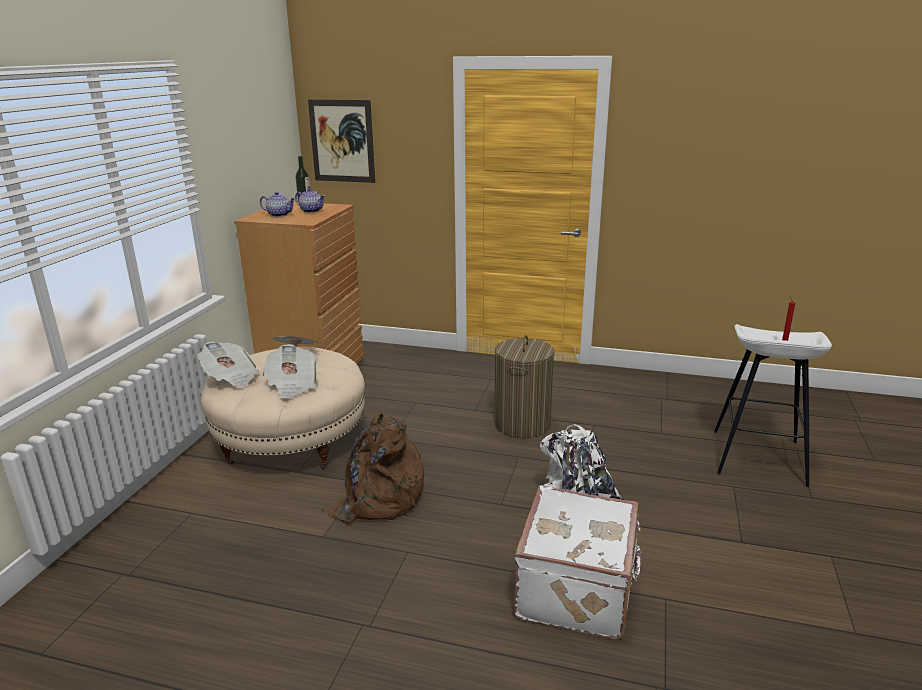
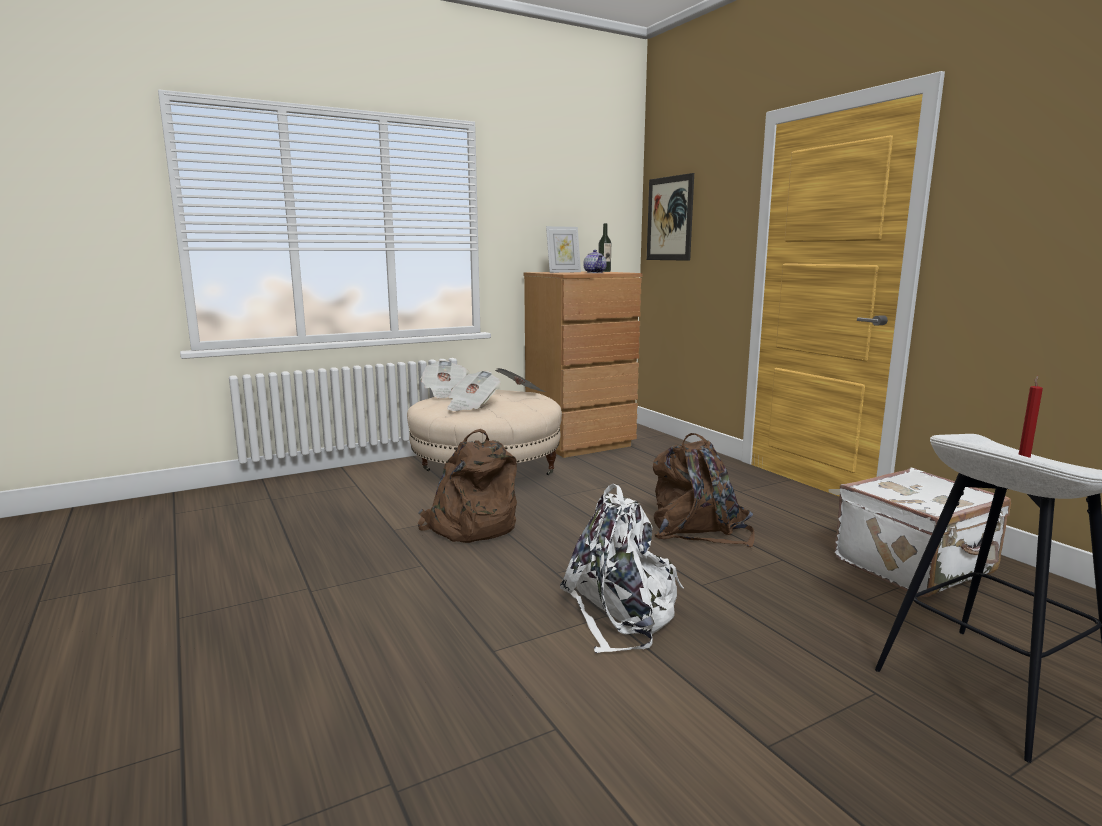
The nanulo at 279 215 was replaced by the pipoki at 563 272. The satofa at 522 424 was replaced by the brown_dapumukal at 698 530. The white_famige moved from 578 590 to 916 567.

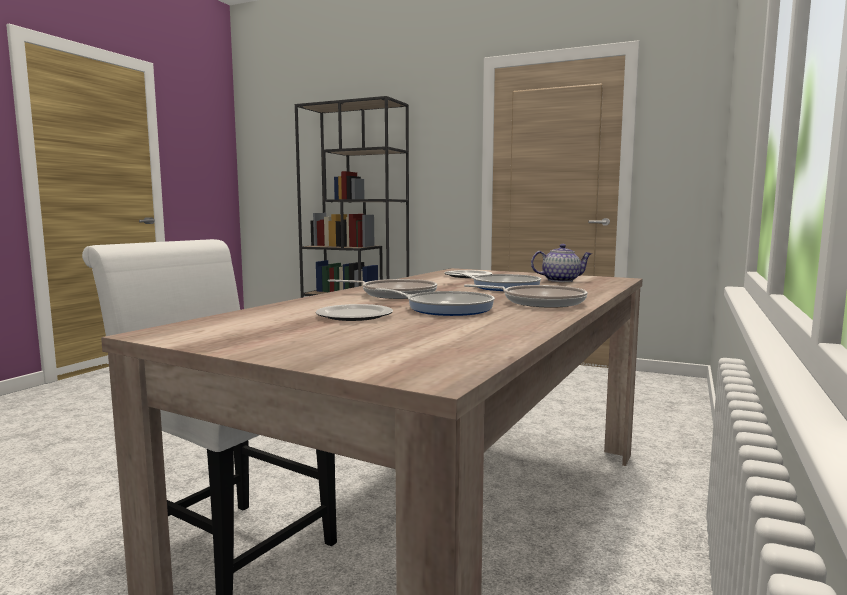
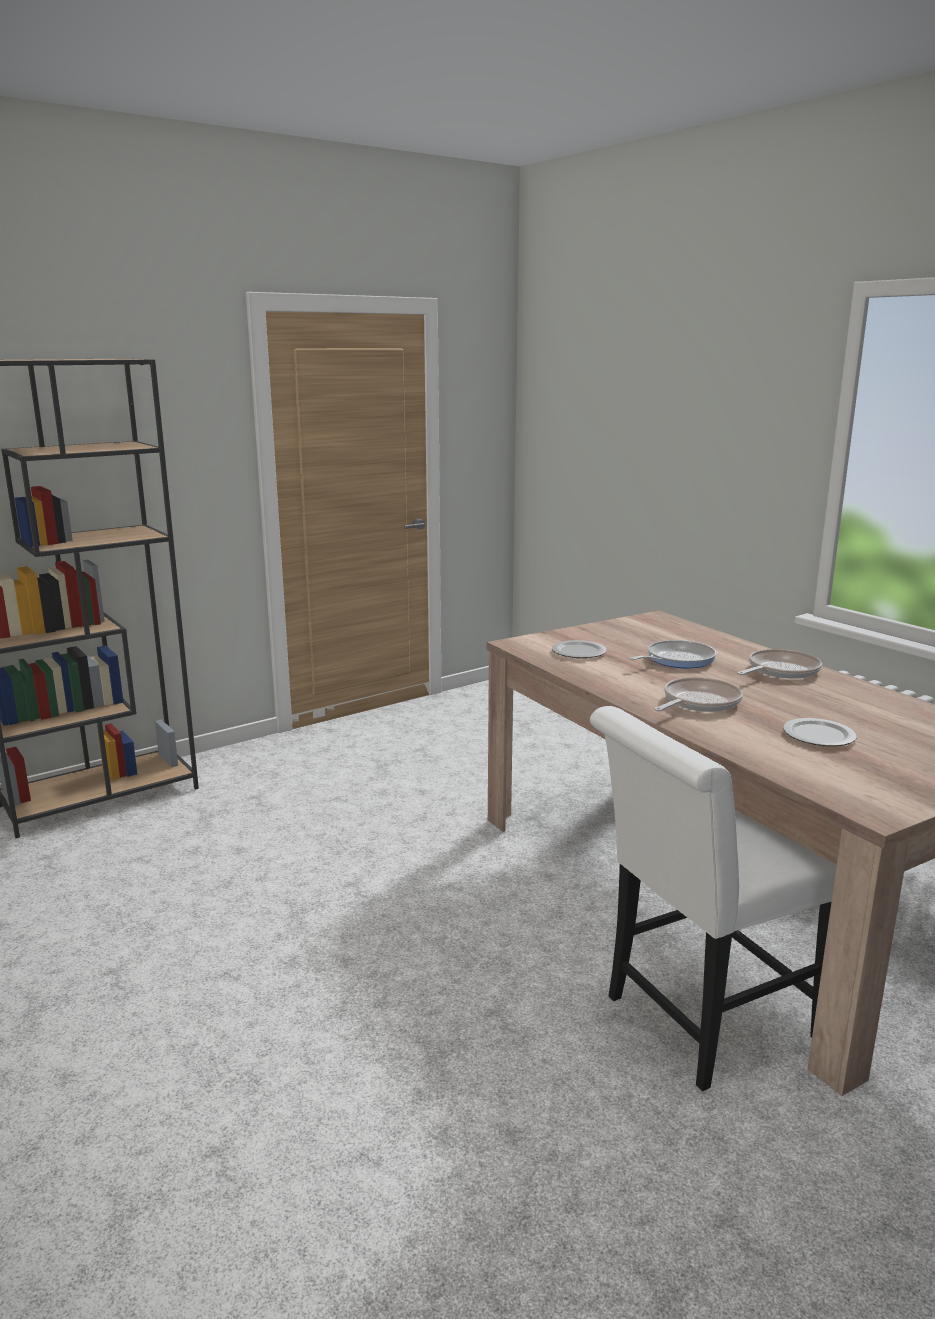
The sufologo at 445 308 disappeared. The nanulo at 561 280 disappeared.

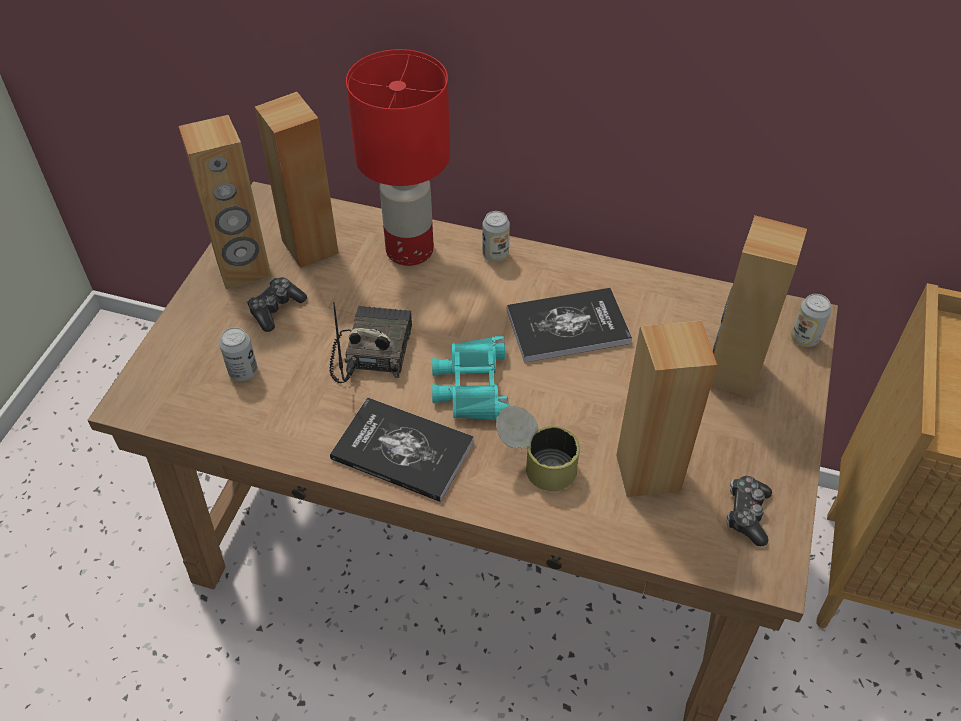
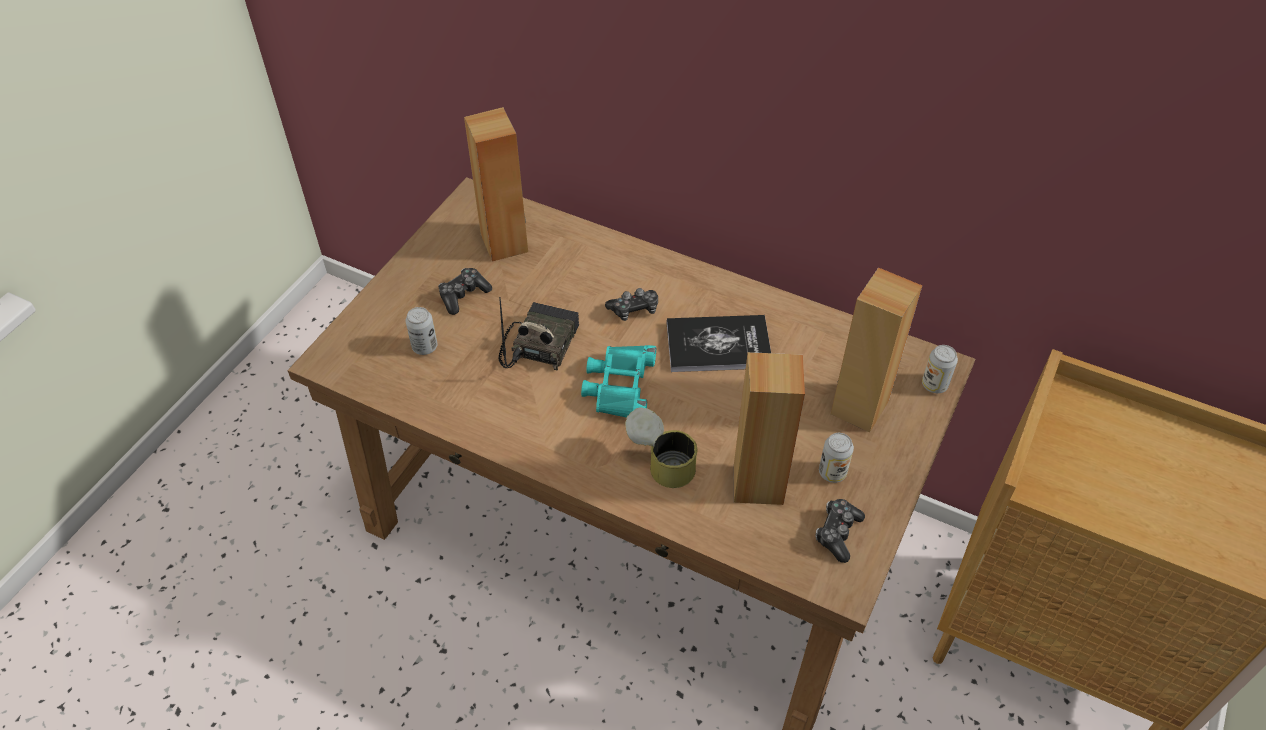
The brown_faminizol at 244 269 disappeared. The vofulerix at 402 450 disappeared. The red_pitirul at 409 249 disappeared. The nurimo moved from 495 255 to 832 472. The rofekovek at 634 309 appeared.

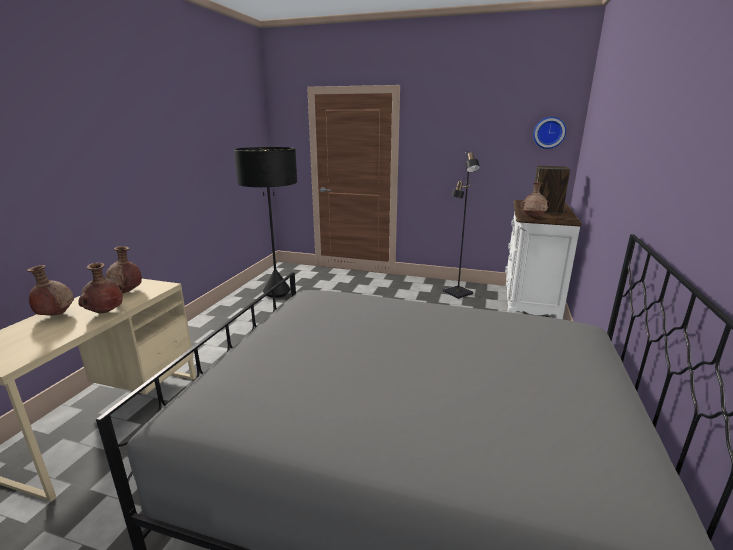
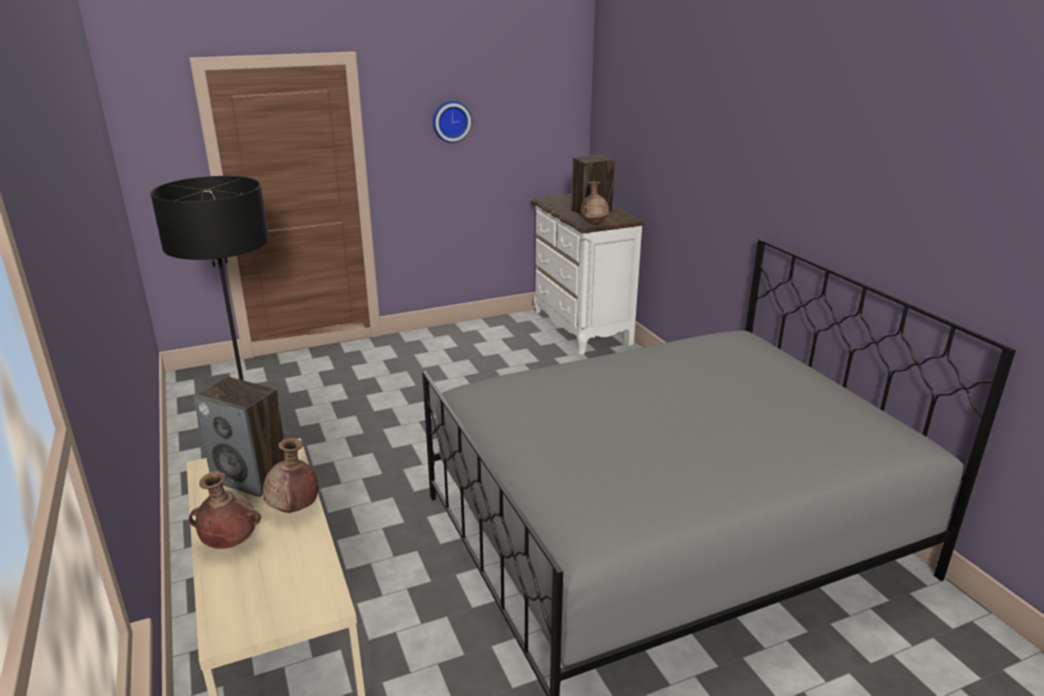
The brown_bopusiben at 127 292 was replaced by the faminizol at 252 477. The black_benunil at 457 292 disappeared. The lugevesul moved from 549 132 to 451 121.

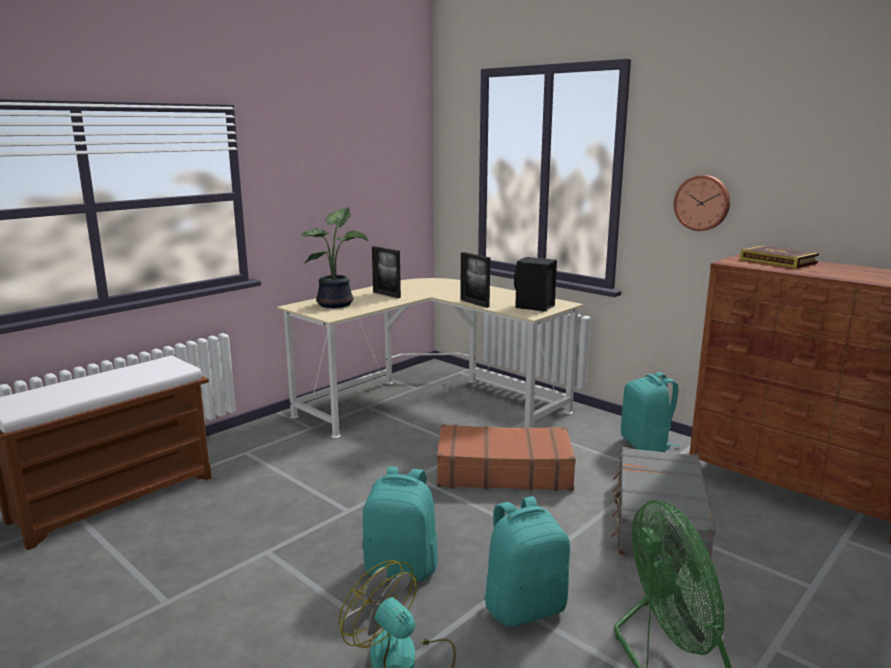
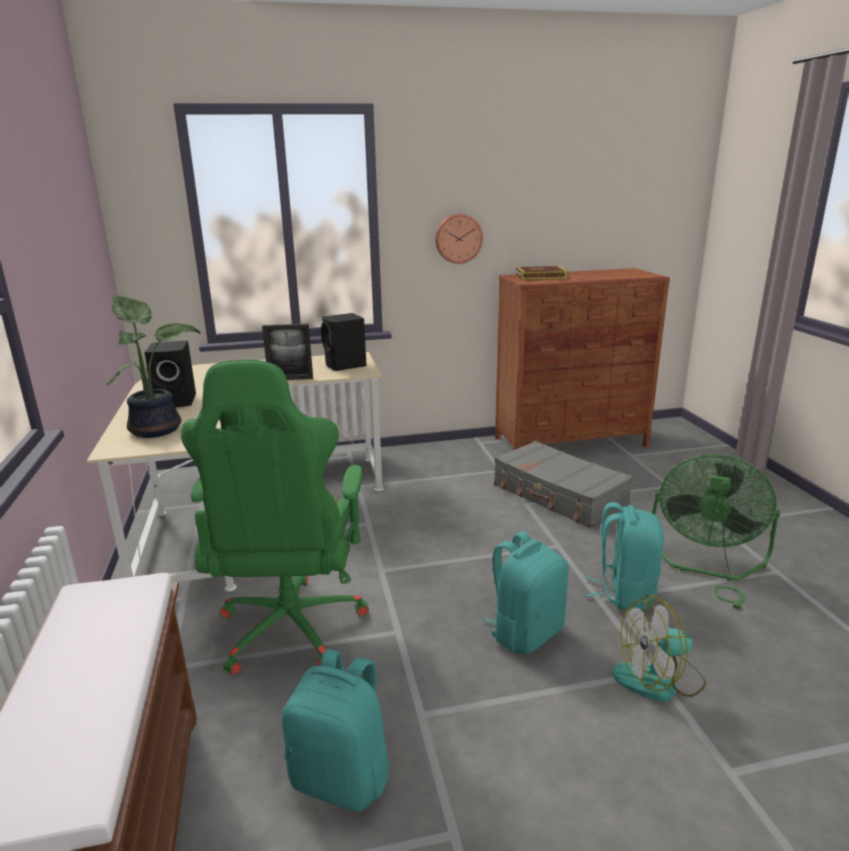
The pipoki at 386 295 was replaced by the black_faminizol at 177 401. The brown_famige at 503 471 disappeared. The turquoise_dapumukal moved from 646 445 to 342 778. The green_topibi at 291 627 appeared.

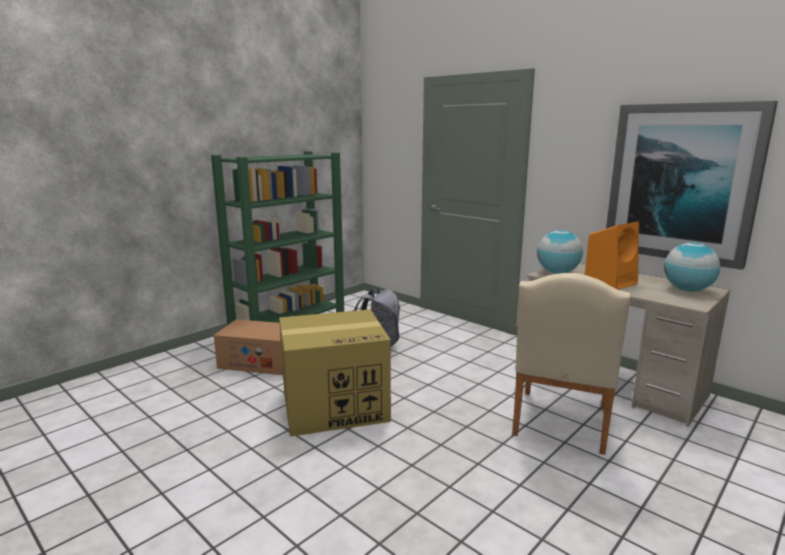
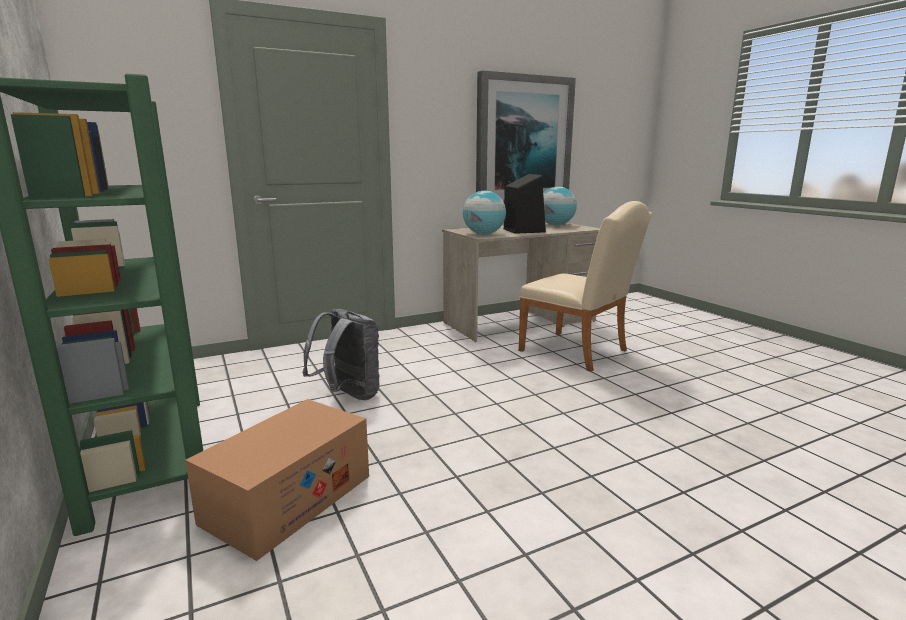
The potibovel at 336 405 disappeared. The orange_faminizol at 611 282 became the black_faminizol at 523 230.

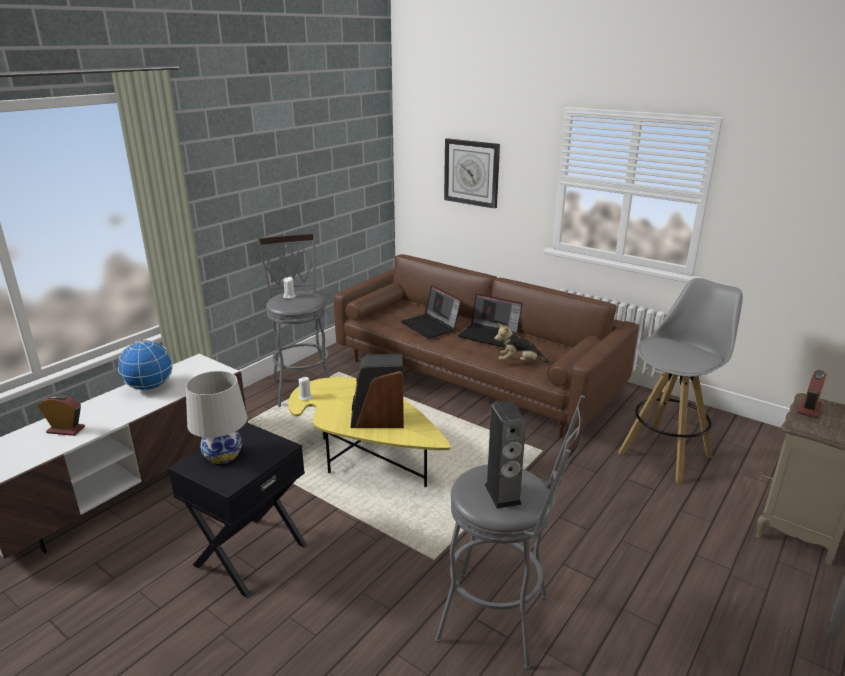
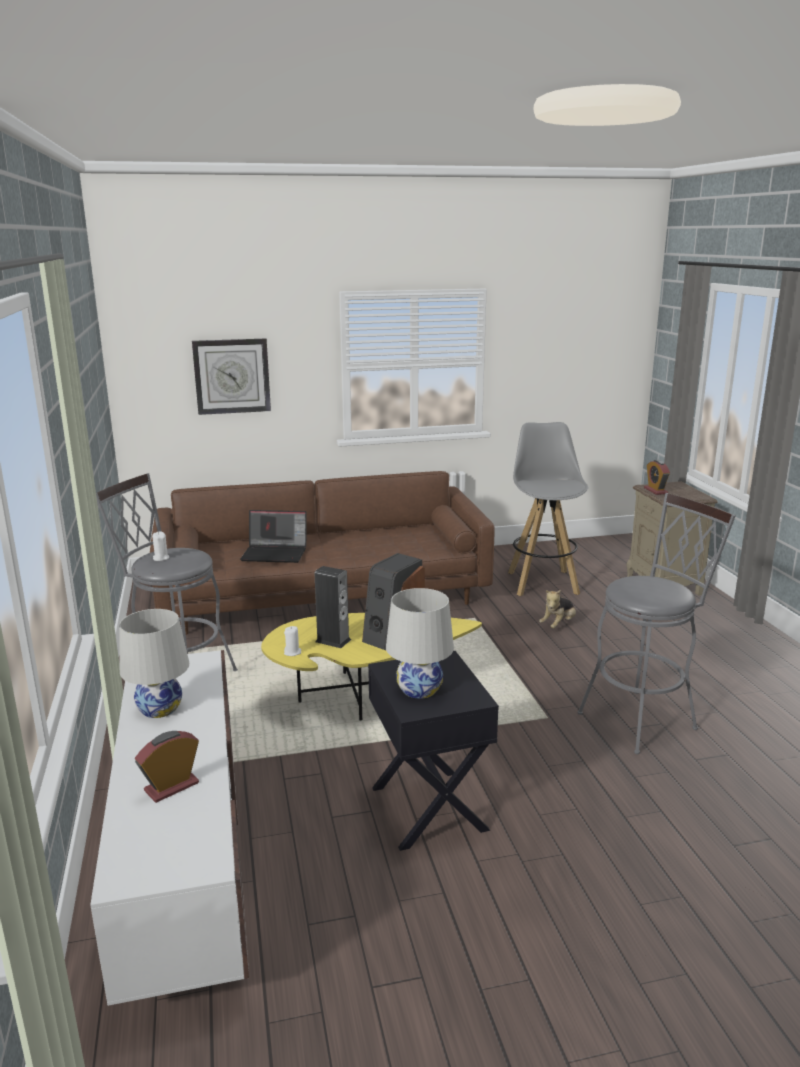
The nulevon at 150 387 was replaced by the white_pitirul at 159 708. The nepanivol at 490 335 disappeared. The faminizol moved from 502 494 to 333 640. The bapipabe moved from 519 362 to 558 624.

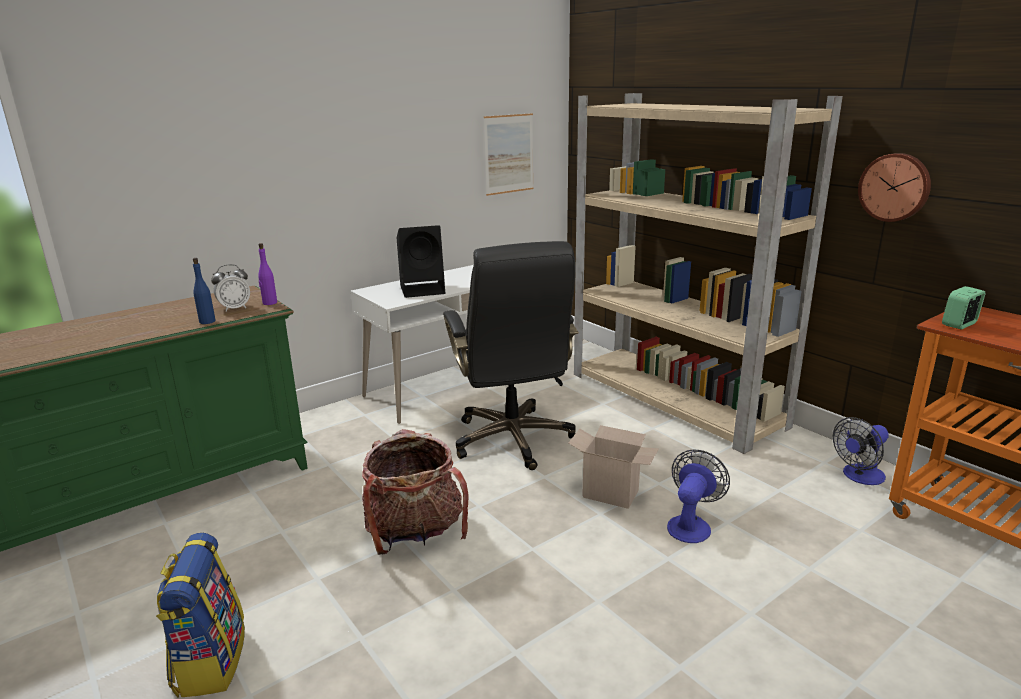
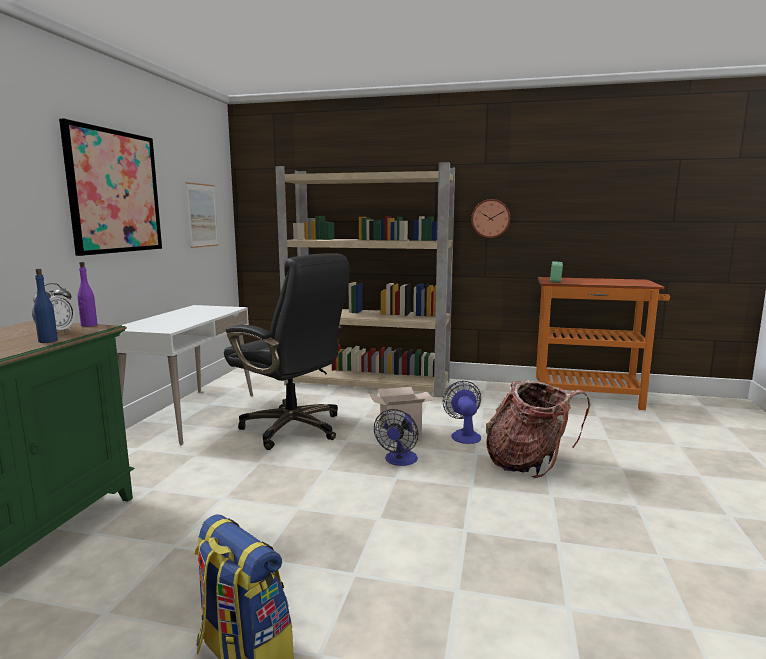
The dapumukal moved from 415 535 to 529 463. The black_faminizol at 423 290 disappeared. The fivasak moved from 859 477 to 399 461. The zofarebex at 114 192 appeared.

